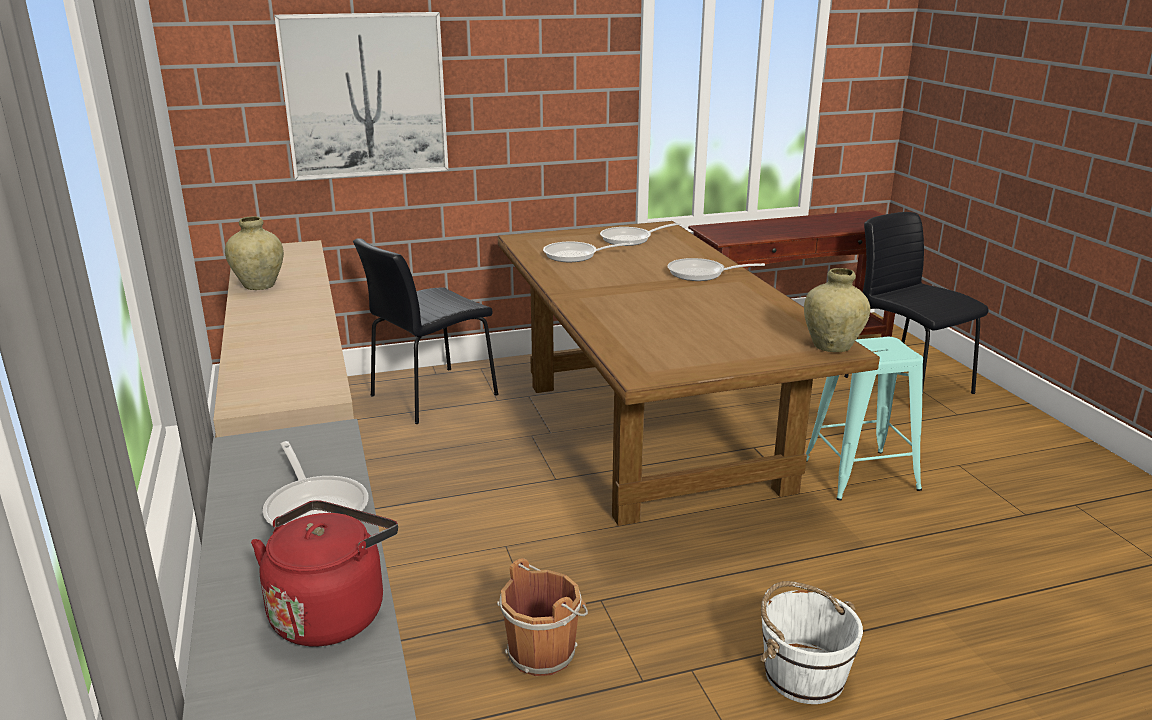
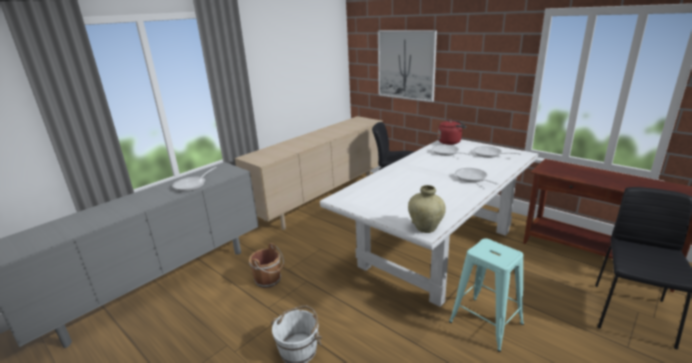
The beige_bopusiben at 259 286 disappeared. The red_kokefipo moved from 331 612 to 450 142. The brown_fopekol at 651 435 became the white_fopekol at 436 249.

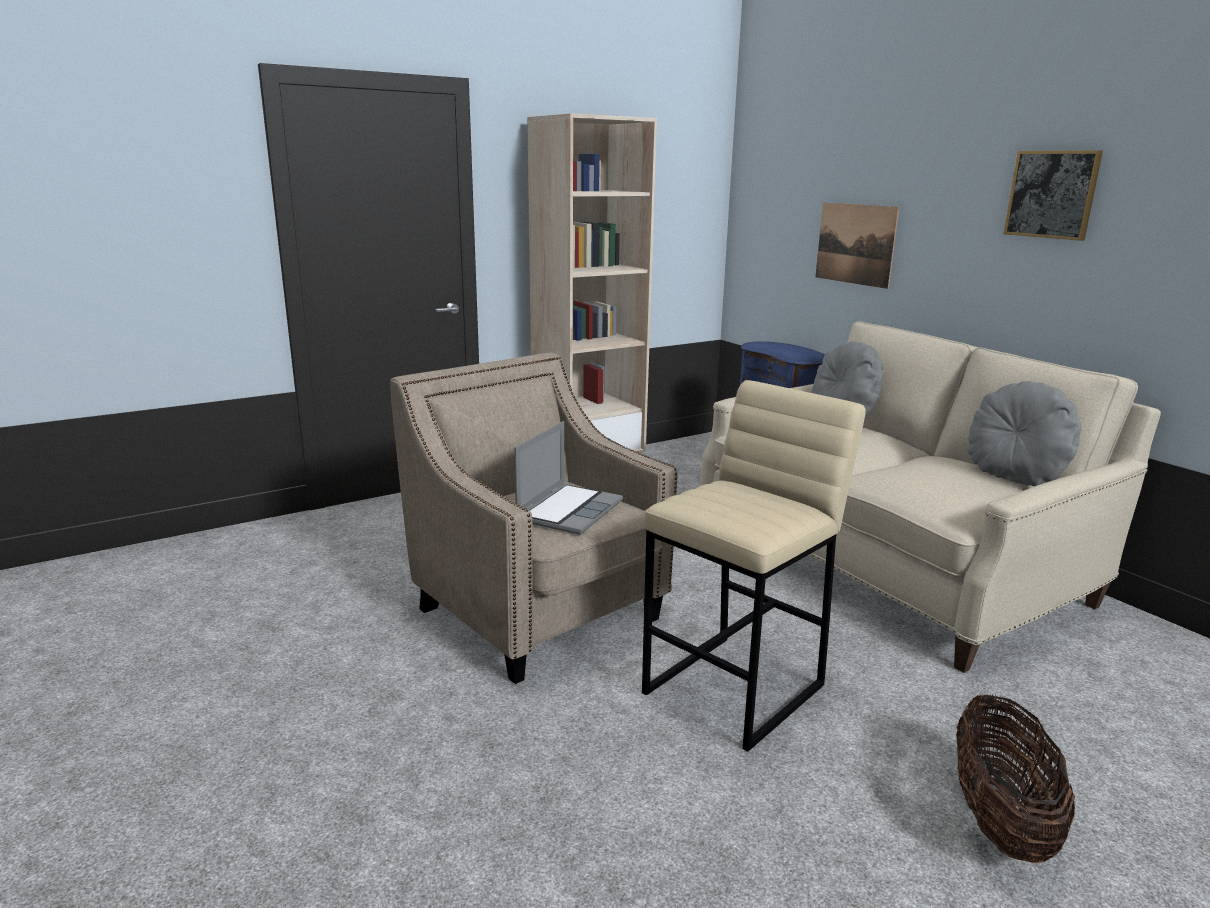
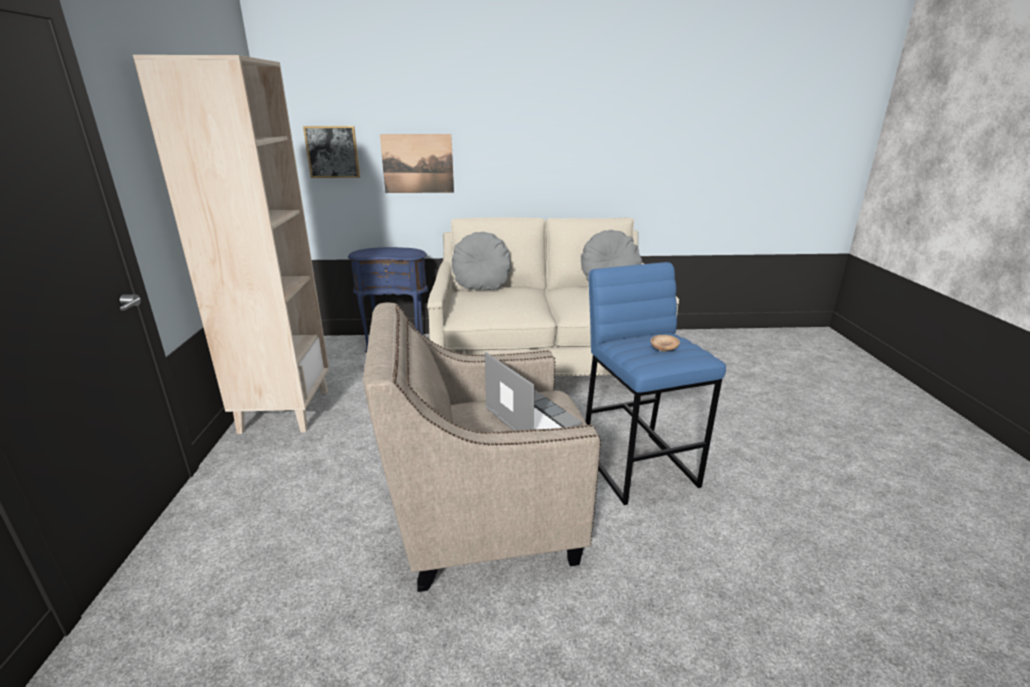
The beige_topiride at 736 687 became the blue_topiride at 637 465. The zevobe at 999 820 disappeared. The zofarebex moved from 1052 194 to 332 152. The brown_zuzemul at 664 349 appeared.

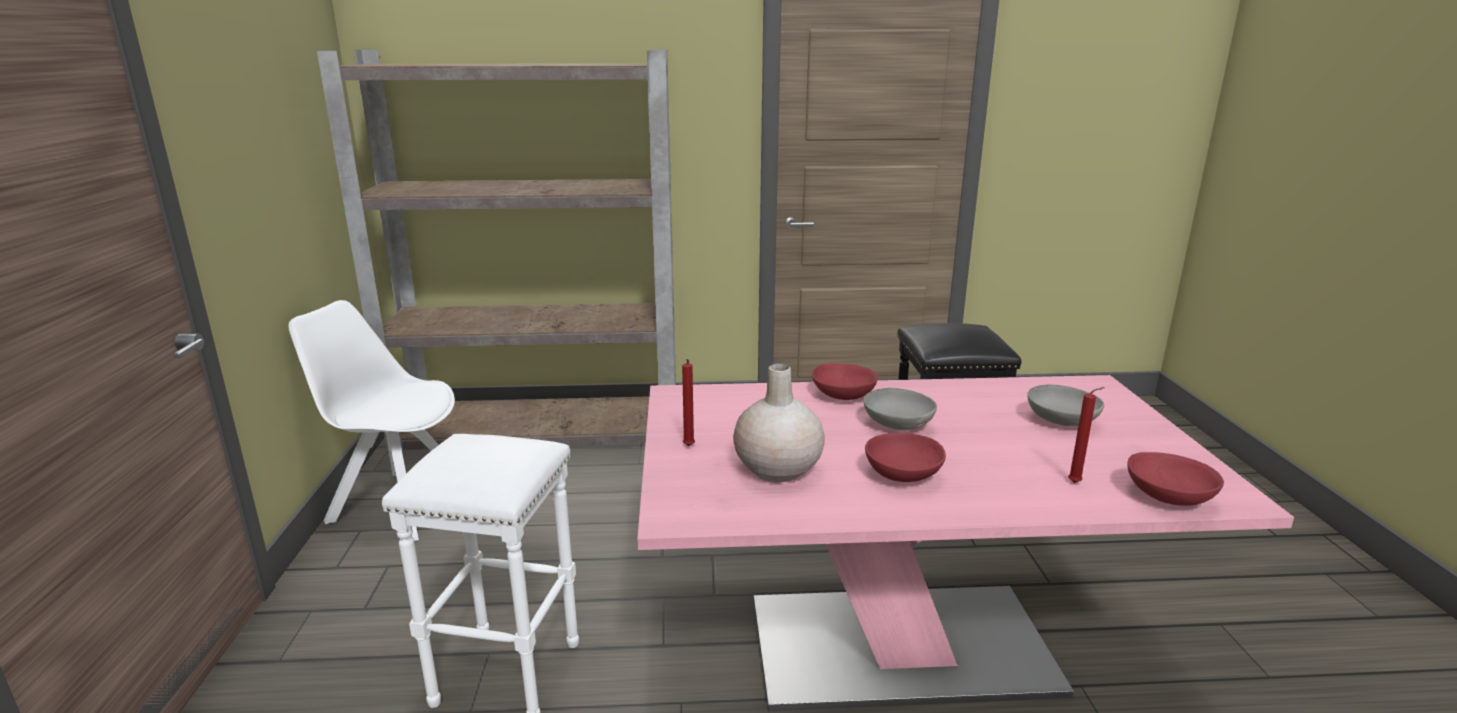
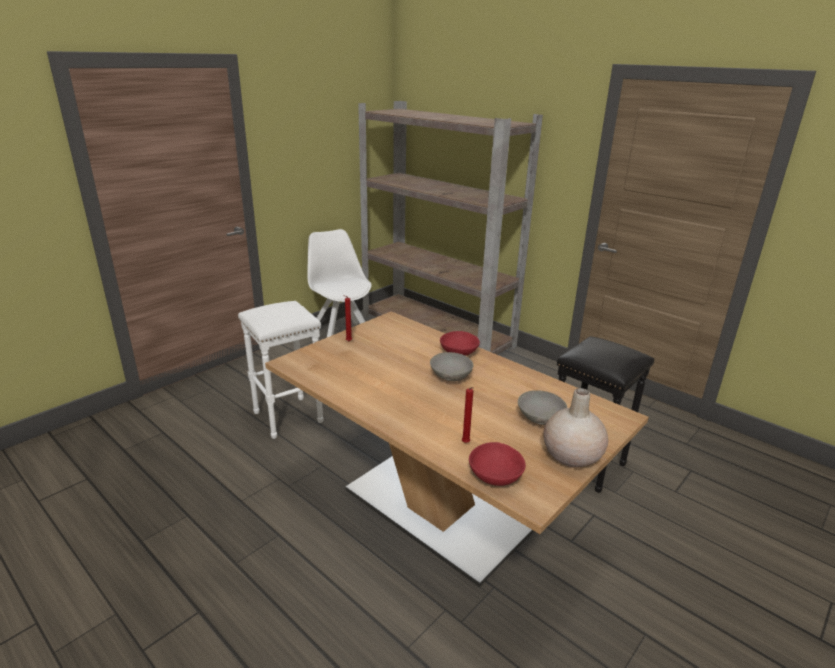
The pink_fopekol at 900 646 became the brown_fopekol at 438 508. The beige_bopusiben moved from 777 469 to 571 456. The red_zuzemul at 902 475 disappeared.

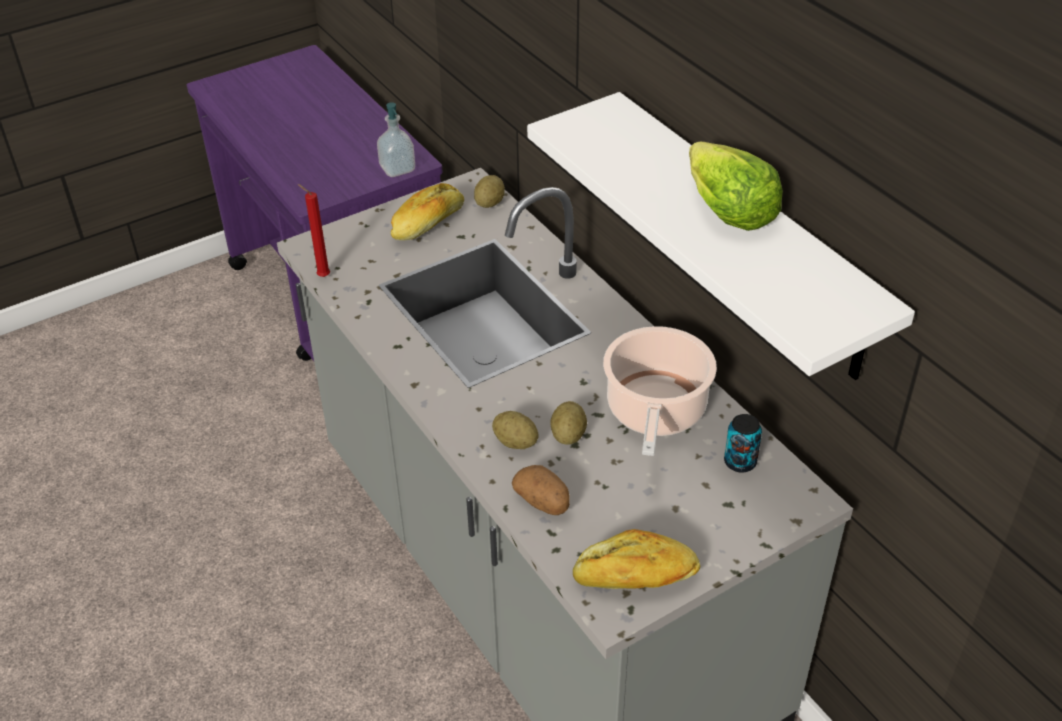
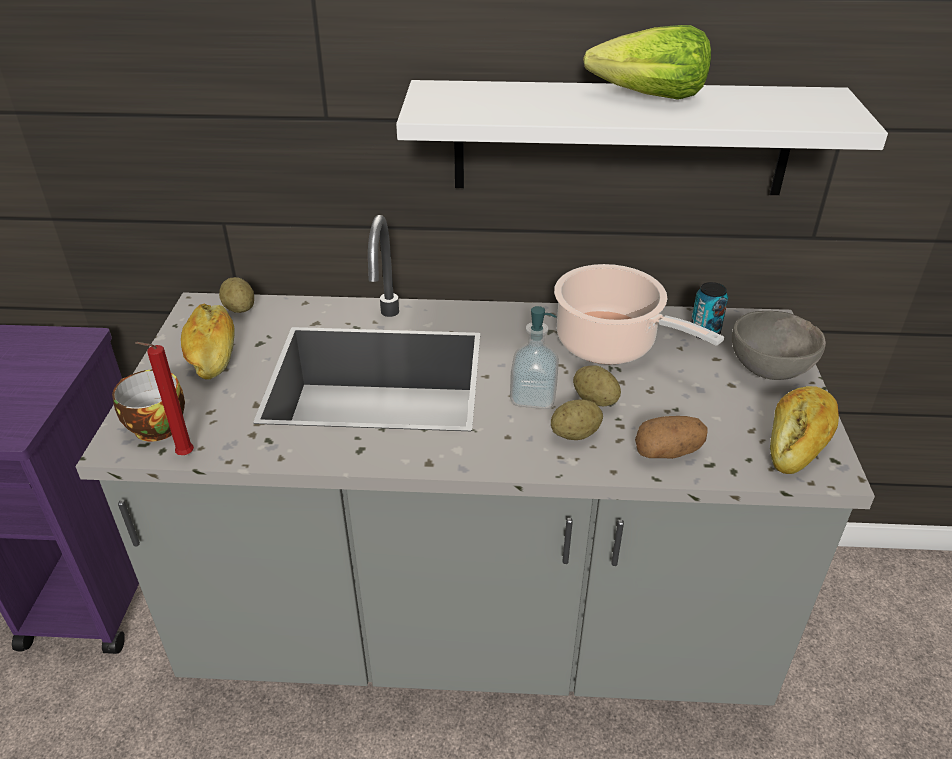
The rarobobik moved from 397 169 to 533 397. The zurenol at 153 427 appeared. The grey_zuzemul at 771 371 appeared.

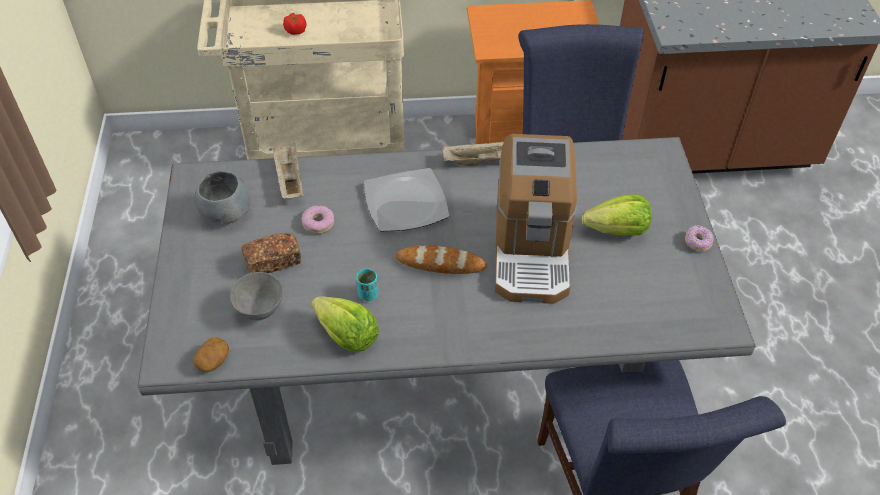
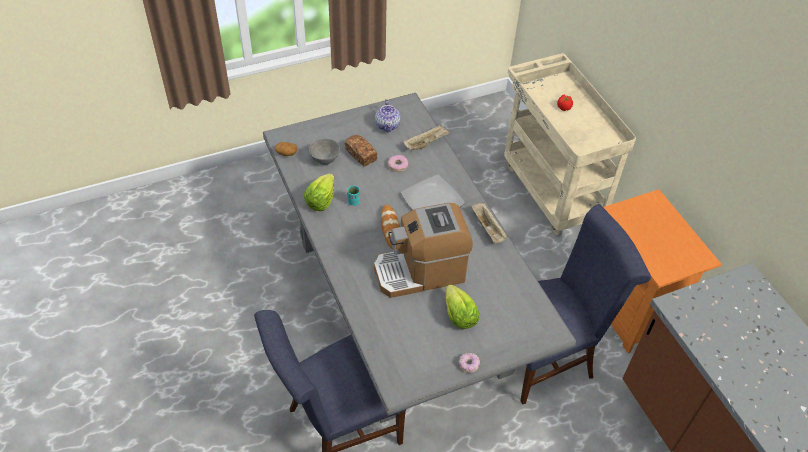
The grey_zuzemul at 226 213 was replaced by the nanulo at 388 125.

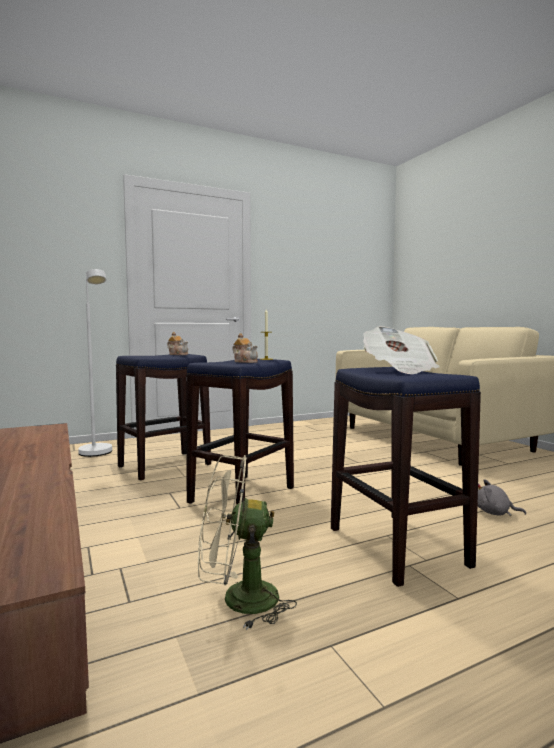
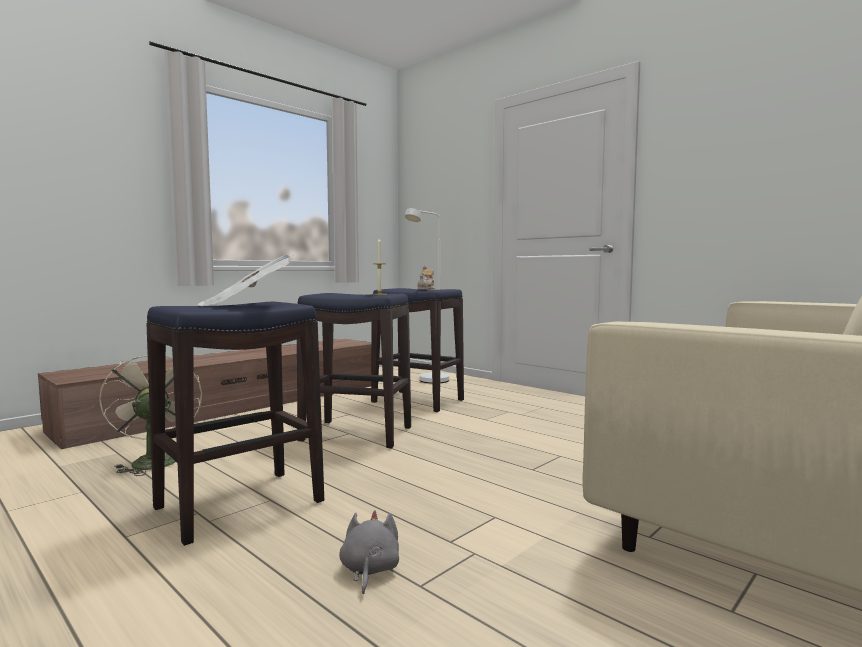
The nanulo at 245 362 disappeared.

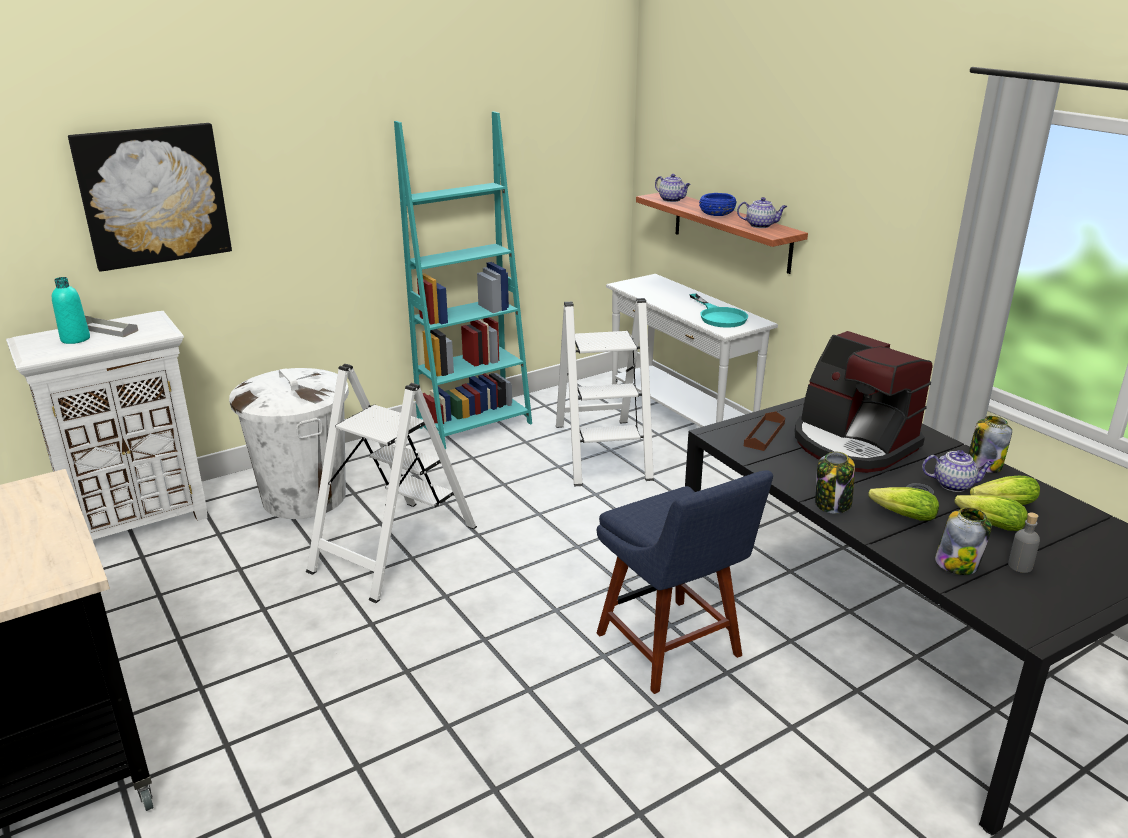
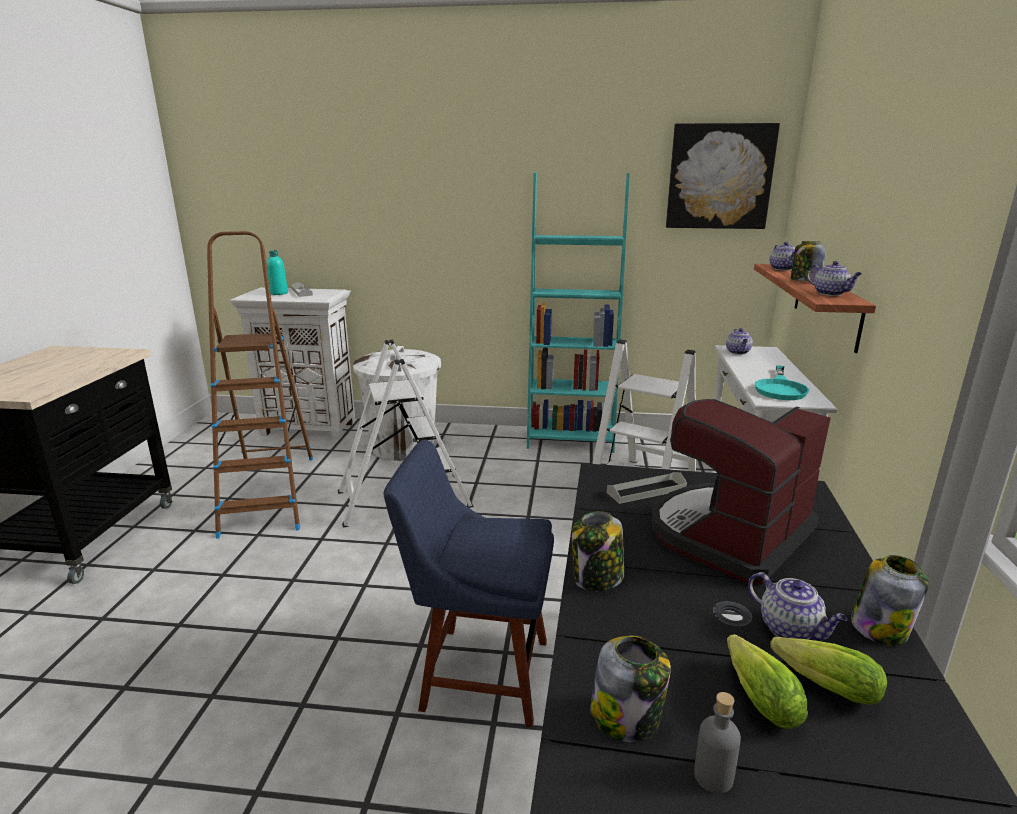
The zofarebex moved from 153 195 to 719 177. The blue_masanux at 672 649 turned 90 degrees clockwise. The blue_zuzemul at 716 213 was replaced by the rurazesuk at 804 281. The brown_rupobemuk at 764 434 became the grey_rupobemuk at 646 491. The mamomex at 852 444 turned 45 degrees clockwise. The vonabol at 900 515 disappeared. The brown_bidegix at 270 494 appeared. The nanulo at 738 352 appeared.

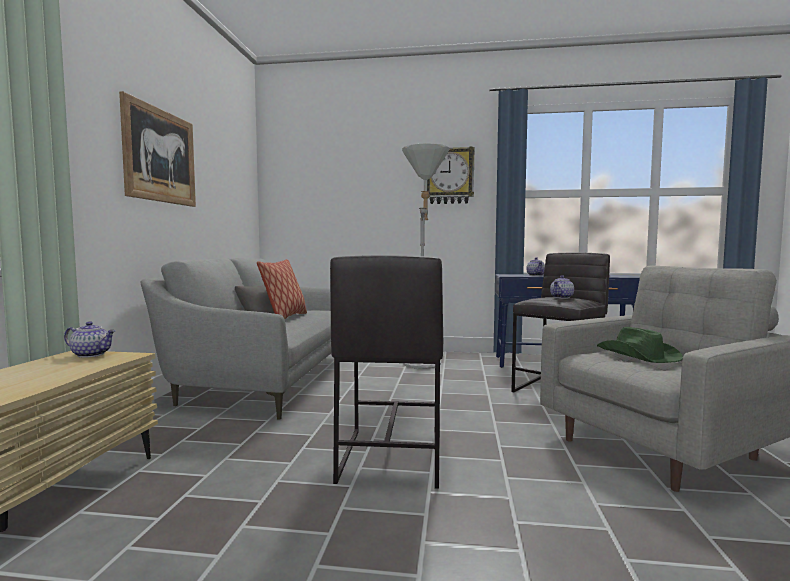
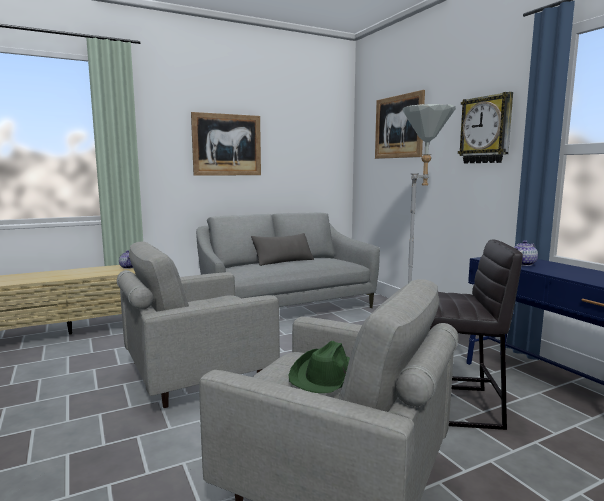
The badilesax at 285 317 disappeared. The grey_topiride at 389 457 was replaced by the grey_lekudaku at 197 376. The nanulo at 562 297 disappeared. The zofarebex at 398 127 appeared.

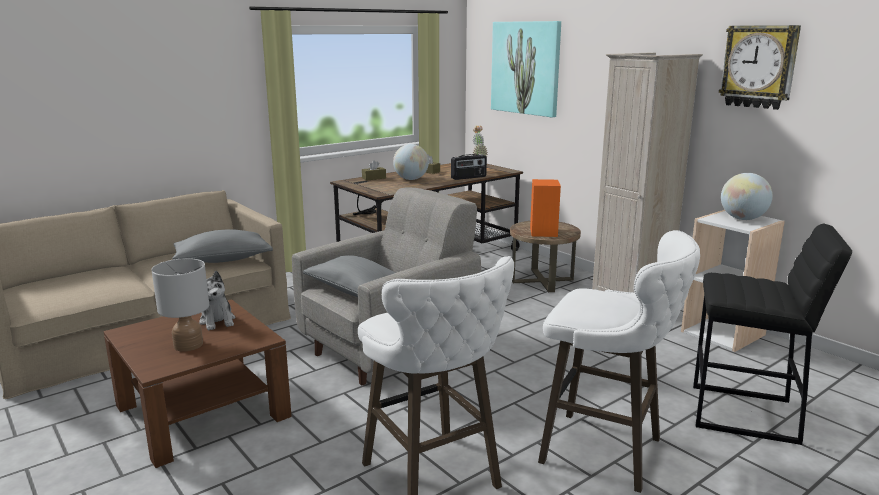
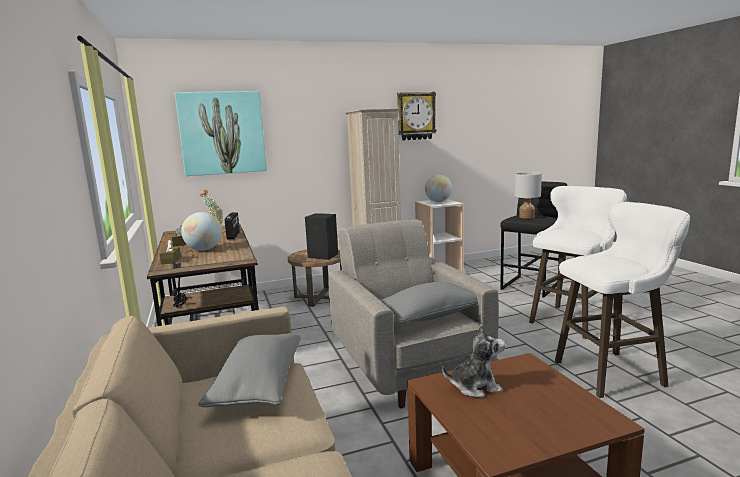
The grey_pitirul moved from 188 345 to 526 217. The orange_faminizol at 543 232 became the black_faminizol at 323 256.

